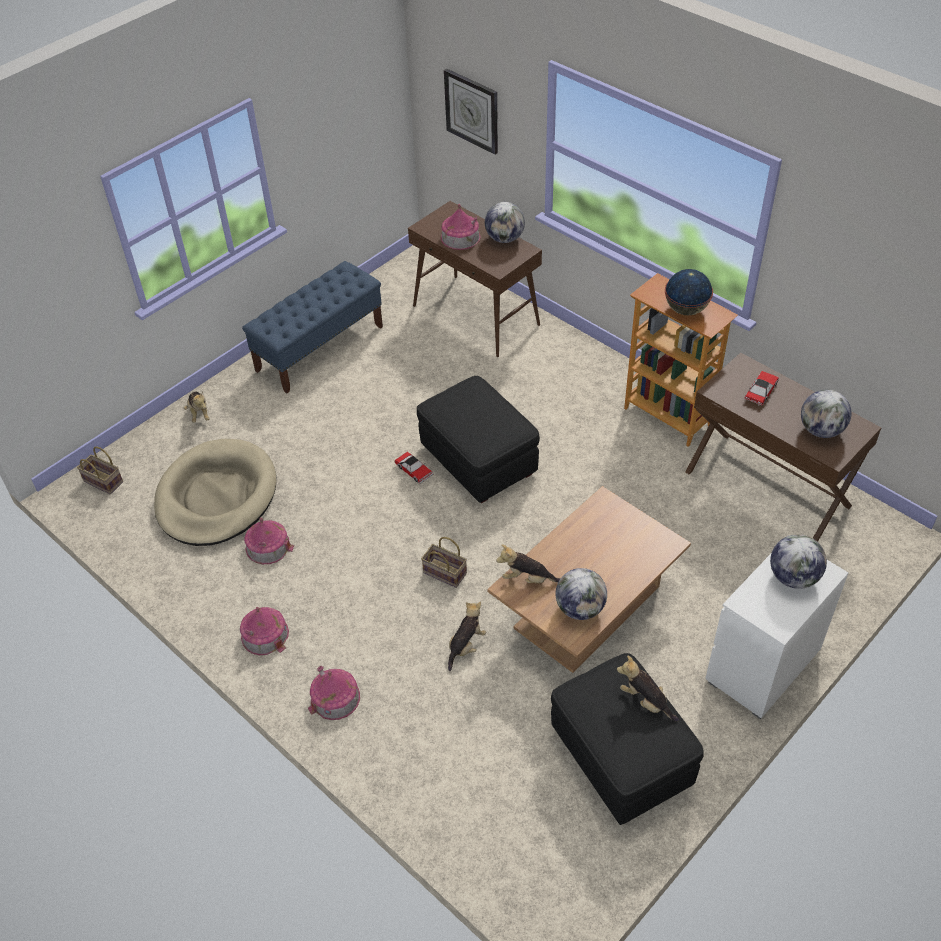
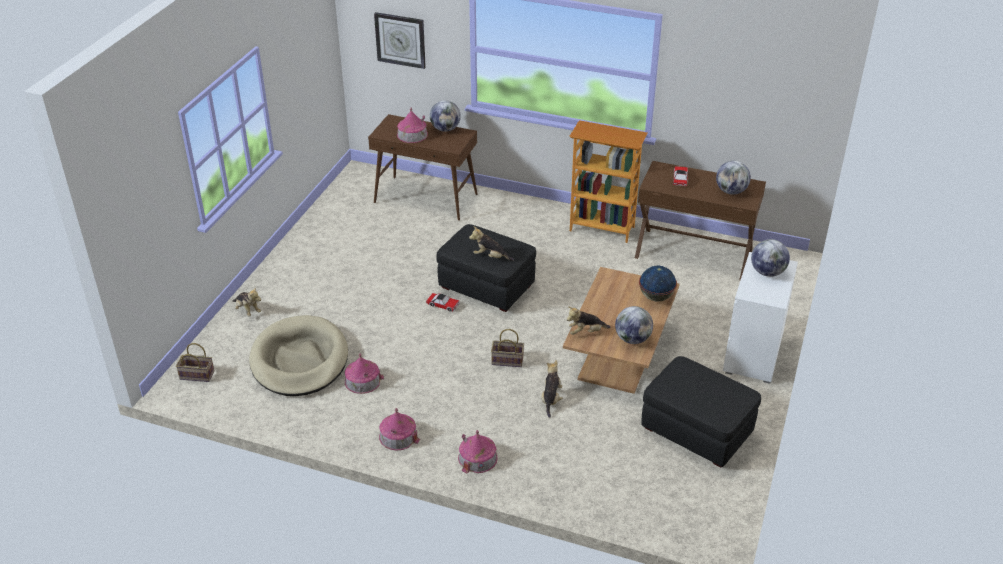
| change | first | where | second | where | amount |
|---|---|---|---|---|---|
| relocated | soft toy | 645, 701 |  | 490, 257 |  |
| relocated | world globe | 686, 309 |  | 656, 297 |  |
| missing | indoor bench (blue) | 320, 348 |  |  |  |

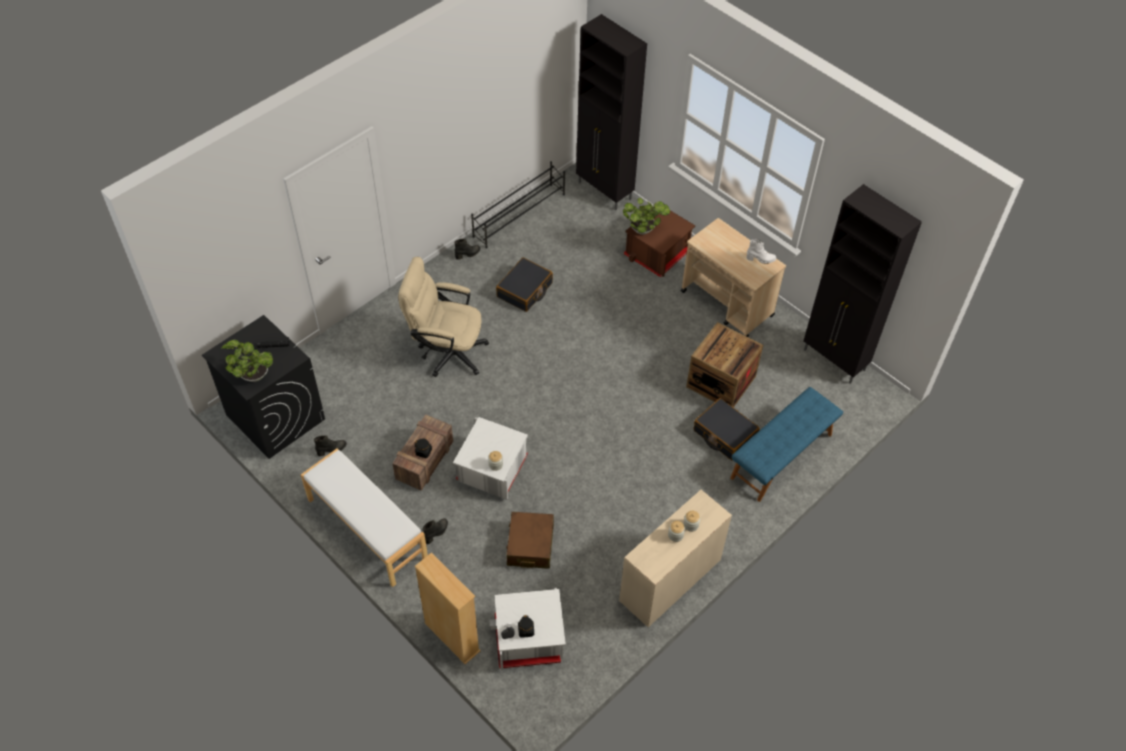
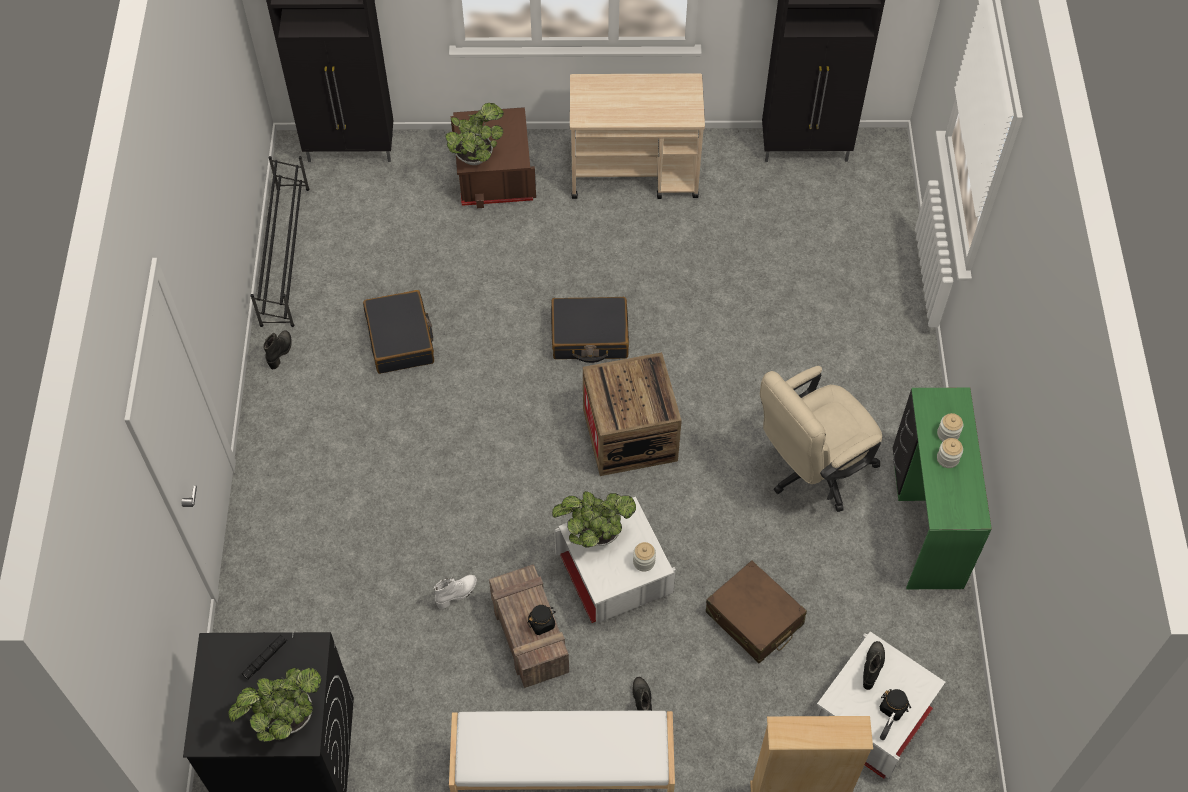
| change | first | where | second | where | amount |
|---|---|---|---|---|---|
| relocated | boot (whitish) | 760, 259 |  | 457, 594 |  |
| relocated | suitcase (black-coloured) | 724, 434 |  | 589, 336 |  |
| appeared |  |  | potted plant | 594, 534 |  |
| relocated | packing crate | 721, 381 |  | 630, 435 |  |
| relocated | desk chair (sand-coloured) | 446, 351 |  | 811, 470 |  |
| relocated | boot (black-coloured) | 332, 450 |  | 872, 667 |  |
| colour | desk (sand-coloured) | 669, 579 | desk (green-coloured) | 924, 520 |  |
| missing | indoor bench (blue) | 782, 456 |  |  |  |

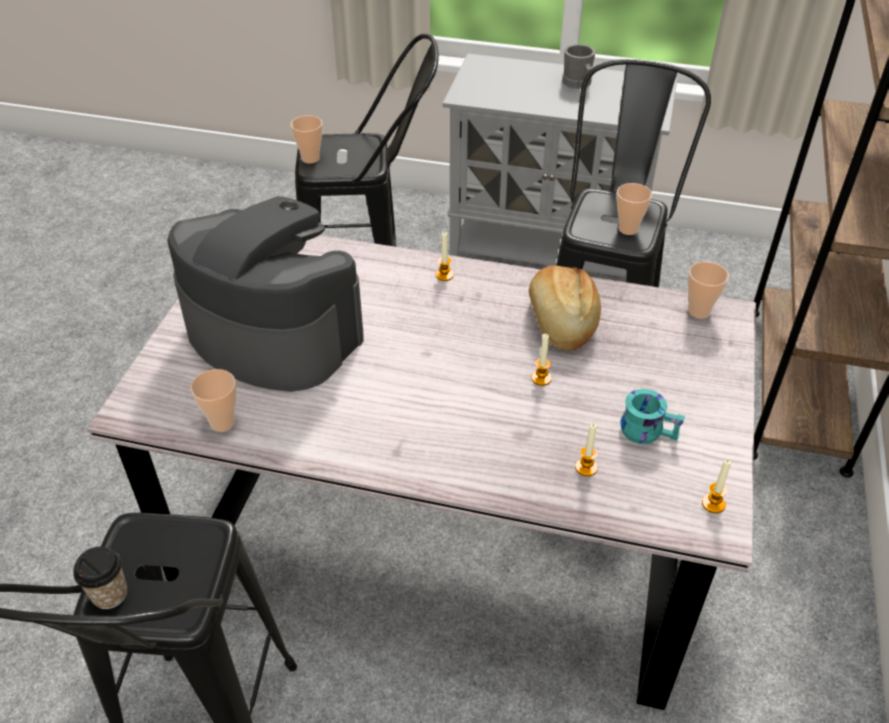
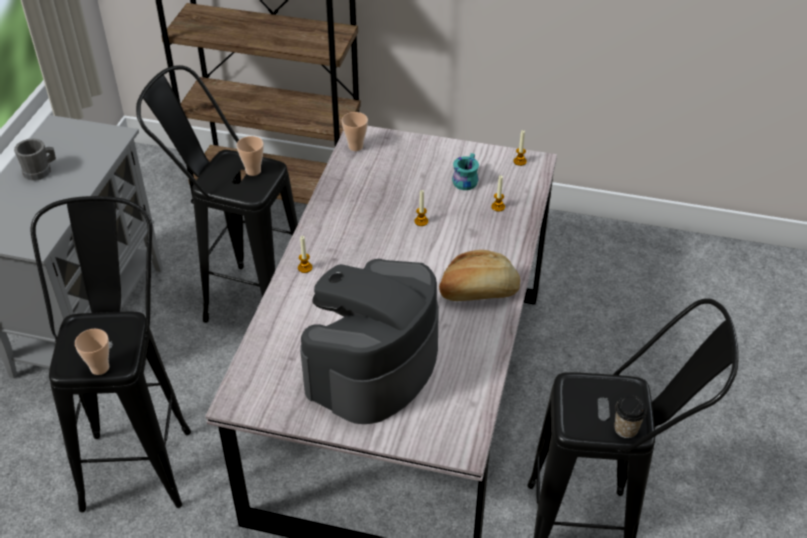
| change | first | where | second | where | amount |
|---|---|---|---|---|---|
| relocated | bakery bread | 560, 321 |  | 478, 291 |  |
| missing | drinking cup | 222, 423 |  |  |  |

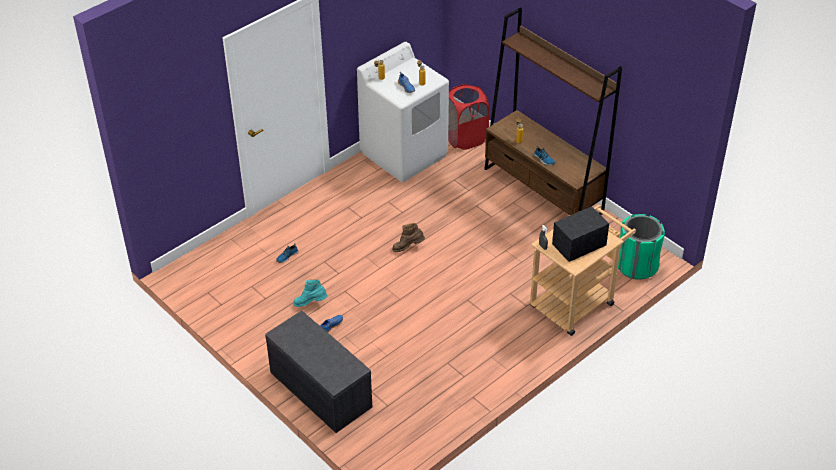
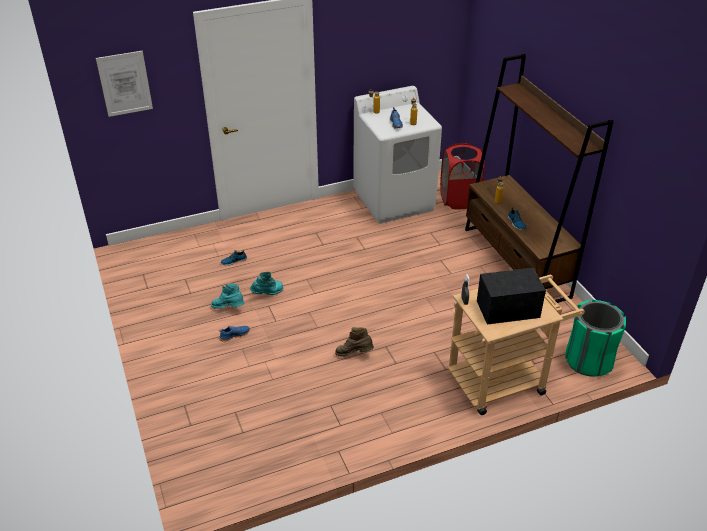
| change | first | where | second | where | amount |
|---|---|---|---|---|---|
| appeared |  |  | wall picture | 125, 83 |  |
| appeared |  |  | boot (blue-green) | 268, 294 |  |
| relocated | boot (brown-coloured) | 408, 247 |  | 354, 354 |  |
| missing | indoor bench (grey) | 319, 389 |  |  |  |

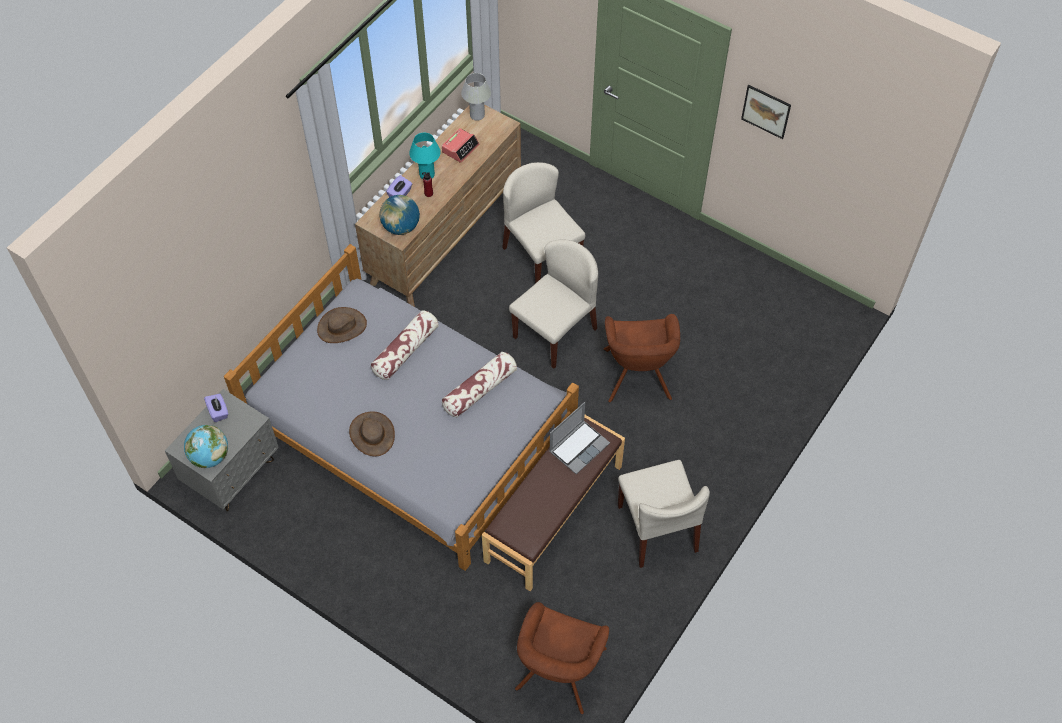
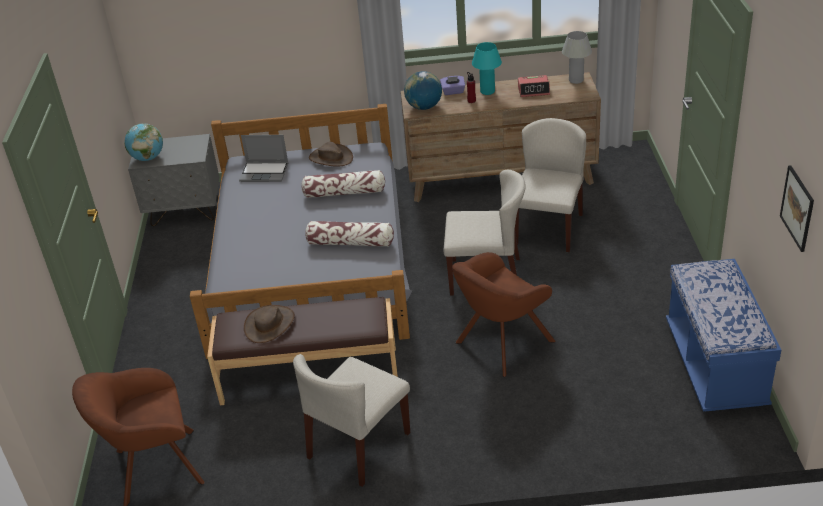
| change | first | where | second | where | amount |
|---|---|---|---|---|---|
| relocated | portable computer | 579, 447 |  | 265, 172 |  |
| relocated | hat (brown-coloured) | 372, 434 |  | 270, 324 |  |
| appeared |  |  | indoor bench (blue) | 715, 366 |  |
| relocated | wall picture | 766, 111 |  | 797, 208 |  |
| missing | tissue box (purplish) | 218, 412 |  |  |  |

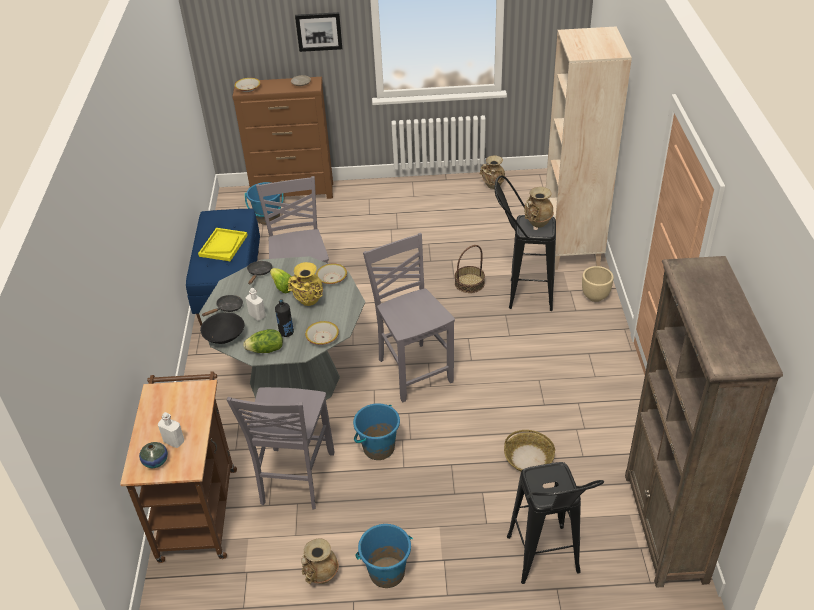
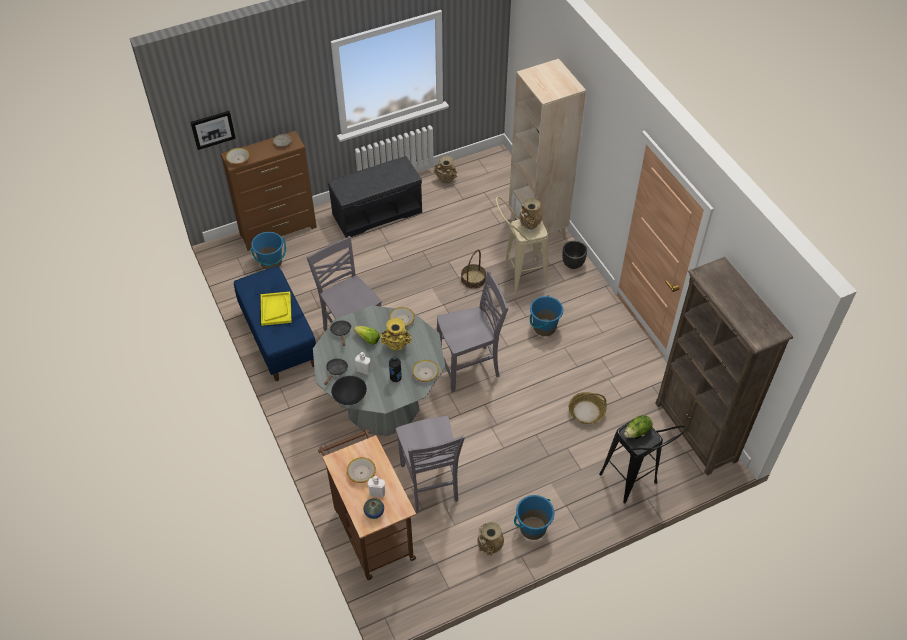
| change | first | where | second | where | amount |
|---|---|---|---|---|---|
| relocated | wall picture | 319, 31 |  | 212, 129 |  |
| appeared |  |  | indoor bench (grey) | 377, 212 |  |
| appeared |  |  | serving bowl | 361, 473 |  |
| spun | plain chair (grey) | 413, 370 |  | 469, 368 | 120 degrees clockwise |
| colour | sitting stool (black-coloured) | 521, 294 | sitting stool (sand-coloured) | 518, 278 |  |
| relocated | water bucket (blue) | 378, 448 |  | 544, 327 |  |
| colour | planter (sand-coloured) | 595, 297 | planter (black-coloured) | 573, 264 |  |
| relocated | head of lettuce | 266, 350 |  | 637, 432 |  |

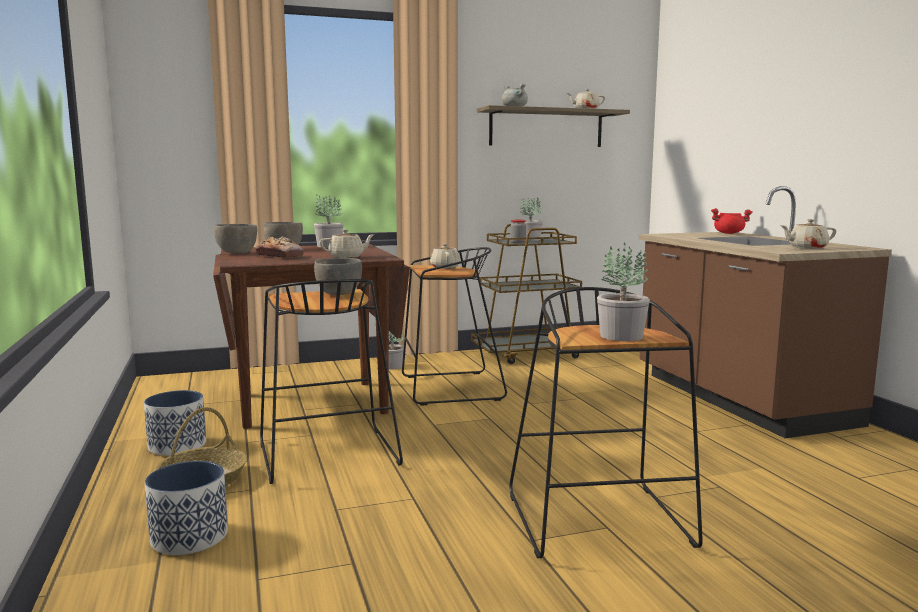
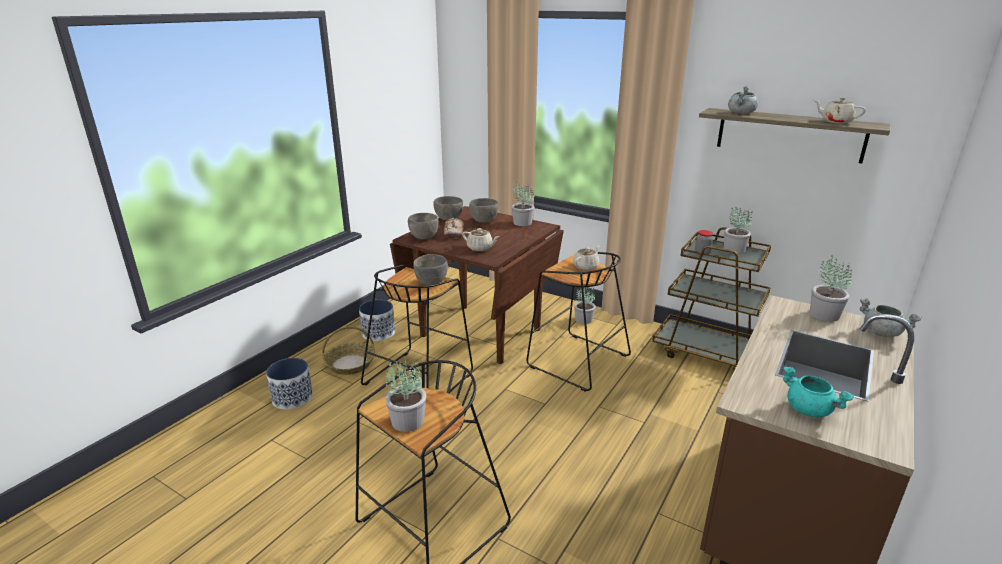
| change | first | where | second | where | amount |
|---|---|---|---|---|---|
| appeared |  |  | serving bowl (grey) | 424, 237 |  |
| exchanged | teapot (sand-coloured) | 807, 248 | saucepot (blue-green) | 809, 410 |  |
| appeared |  |  | potted plant | 823, 314 |  |
| colour | saucepot (red) | 729, 233 | saucepot (grey) | 882, 333 |  |

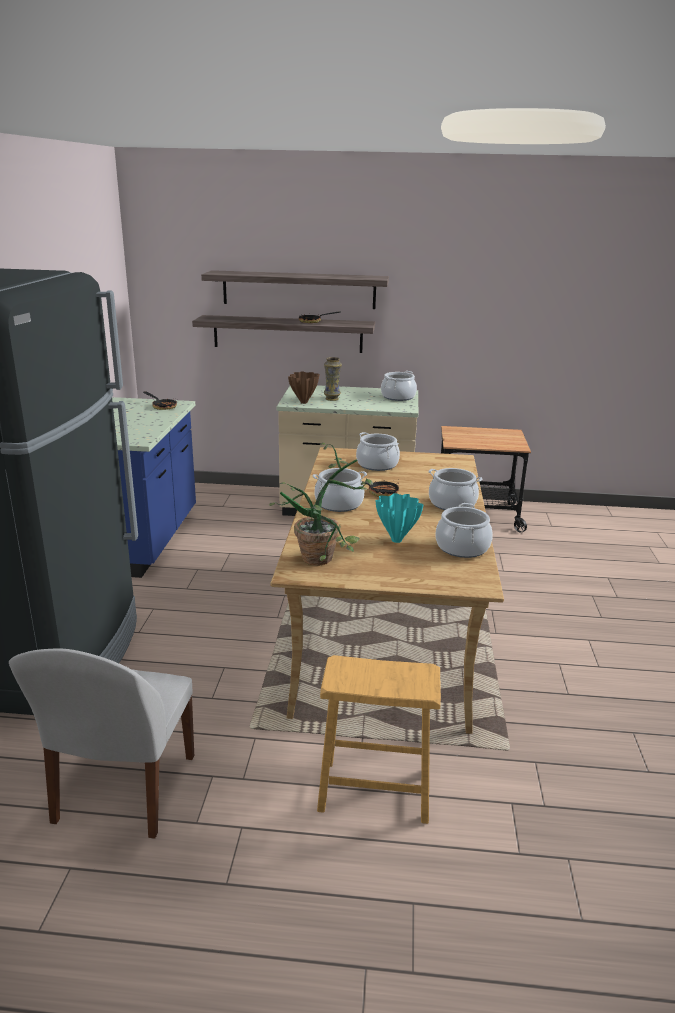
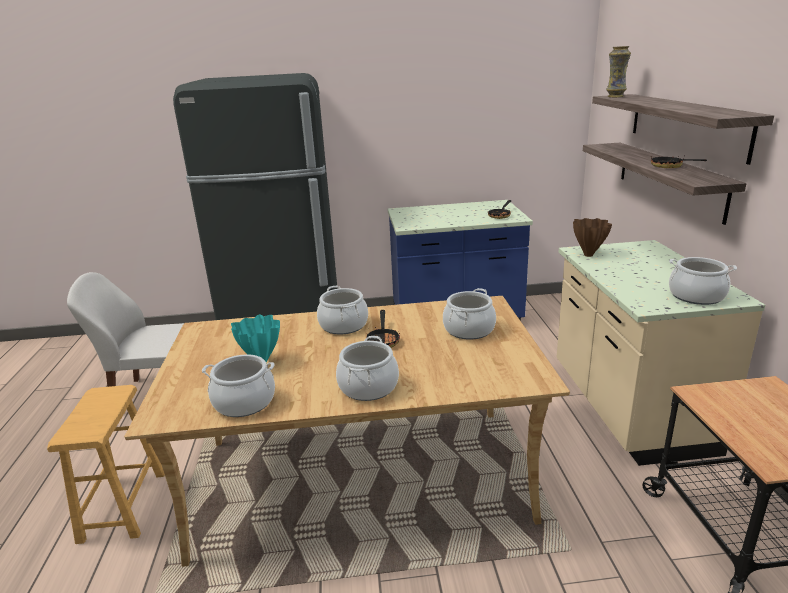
| change | first | where | second | where | amount |
|---|---|---|---|---|---|
| relocated | decorative vase | 332, 399 |  | 615, 96 |  |
| missing | potted plant | 326, 558 |  |  |  |

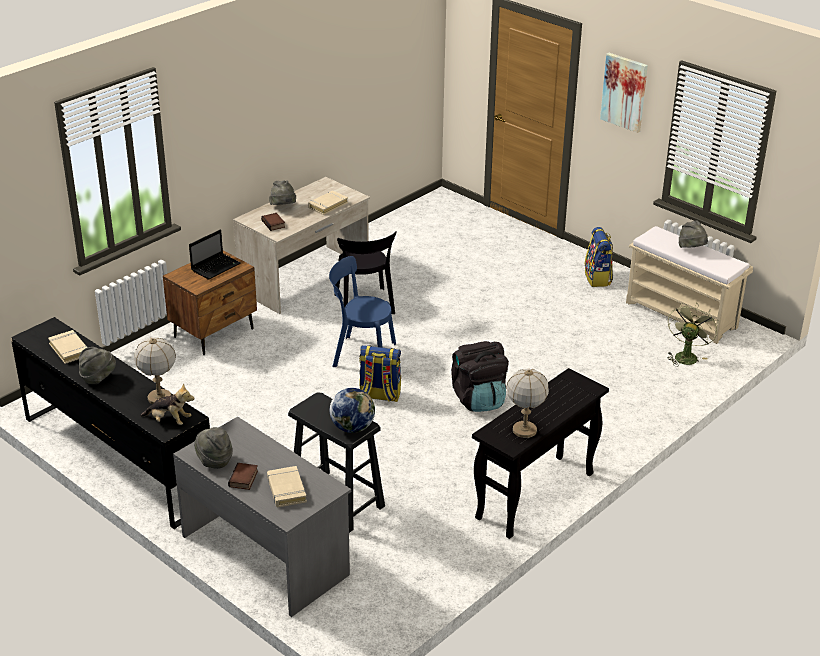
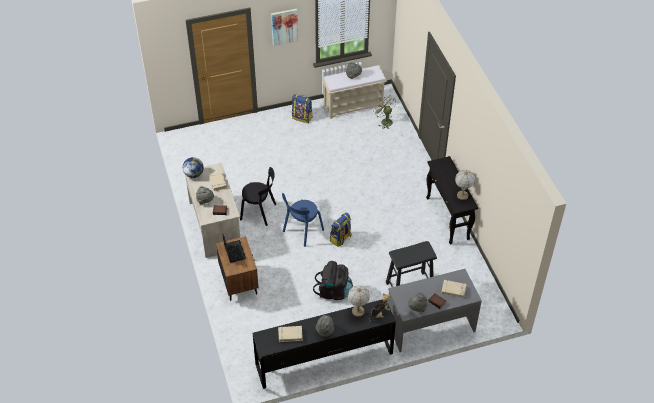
| change | first | where | second | where | amount |
|---|---|---|---|---|---|
| relocated | world globe | 352, 427 |  | 194, 174 |  |
| relocated | knapsack (black-coloured) | 478, 399 |  | 334, 291 |  |

